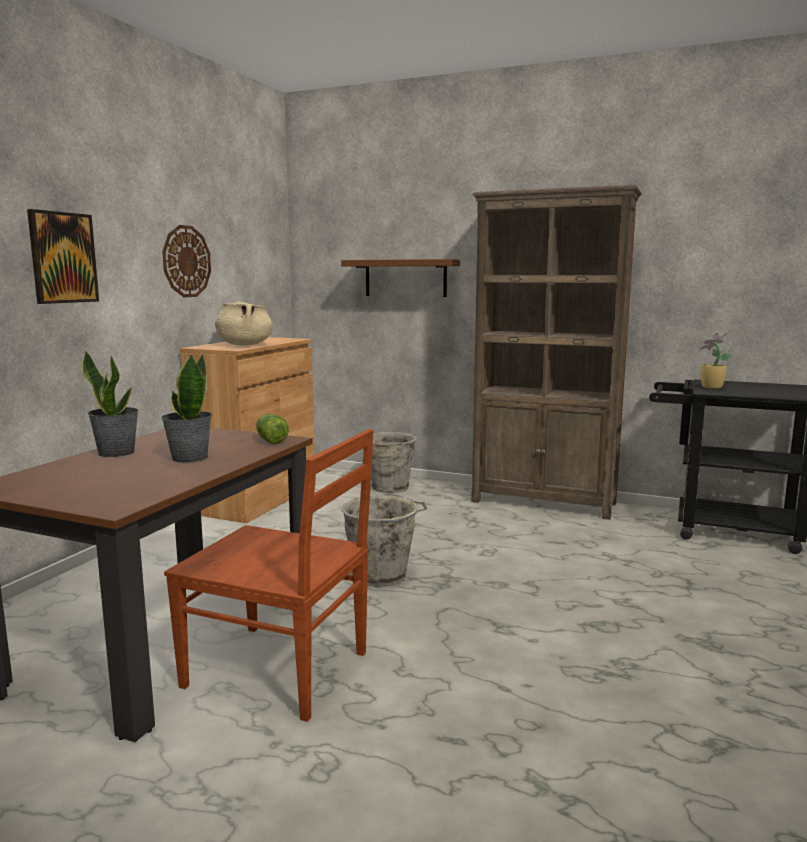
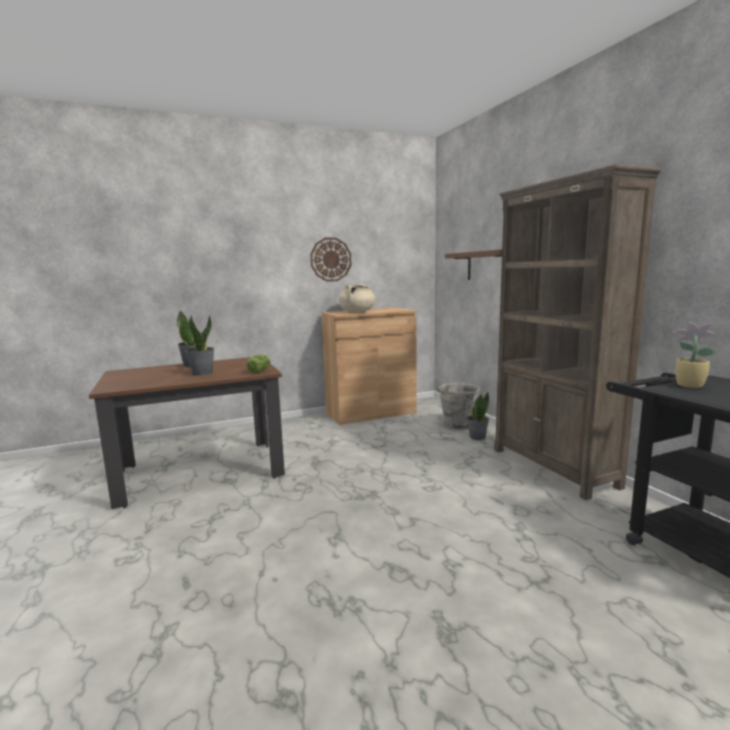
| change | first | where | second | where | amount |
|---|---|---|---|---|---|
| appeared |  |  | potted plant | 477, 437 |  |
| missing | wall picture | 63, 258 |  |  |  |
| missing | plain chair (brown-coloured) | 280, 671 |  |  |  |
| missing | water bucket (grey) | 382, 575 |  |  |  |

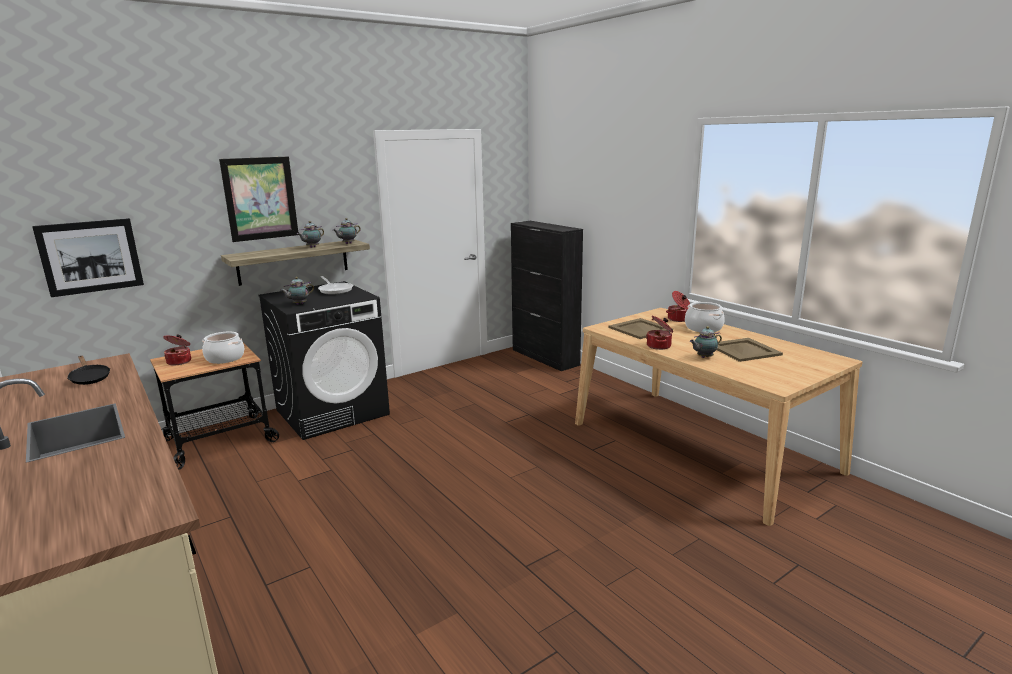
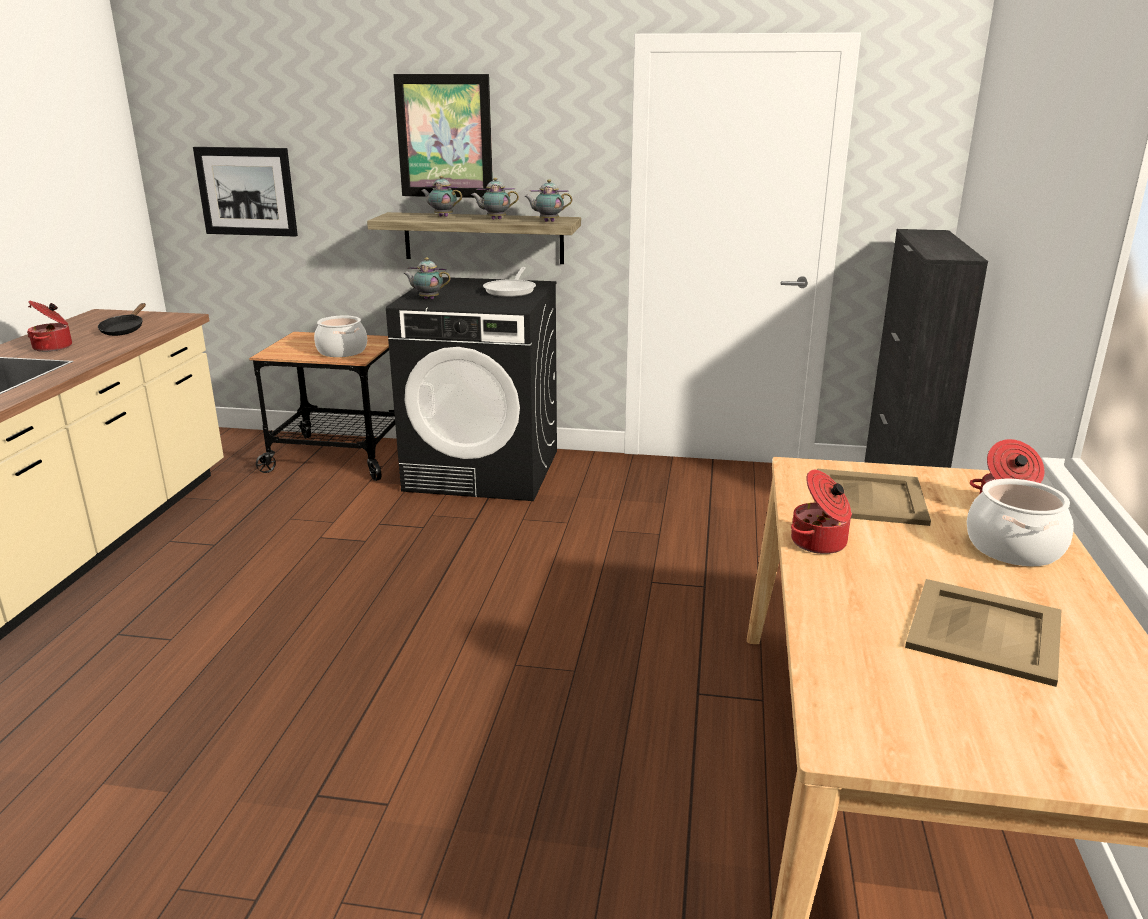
| change | first | where | second | where | amount |
|---|---|---|---|---|---|
| relocated | saucepot | 180, 361 |  | 54, 347 |  |
| relocated | teapot | 703, 357 |  | 442, 216 |  |

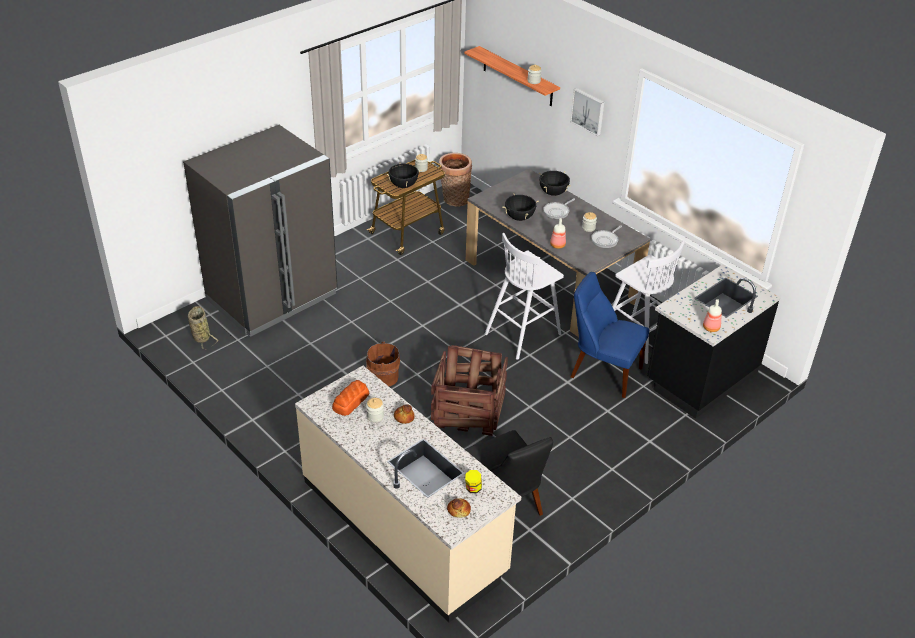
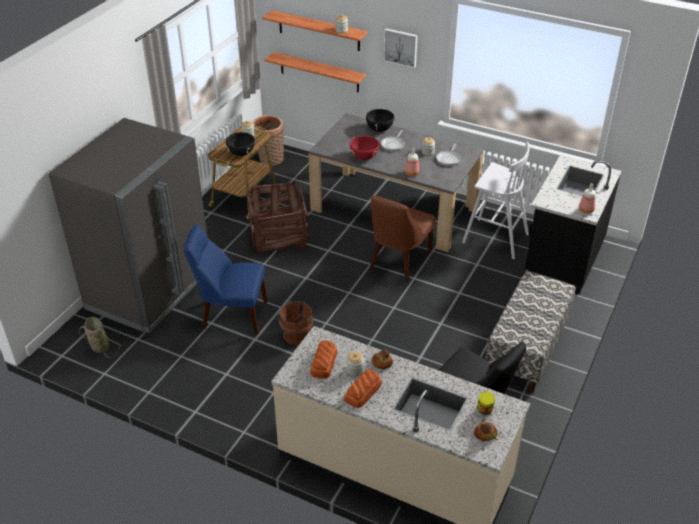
| change | first | where | second | where | amount |
|---|---|---|---|---|---|
| relocated | plain chair (blue) | 602, 371 |  | 231, 315 |  |
| relocated | packing crate | 469, 410 |  | 279, 235 |  |
| appeared |  |  | bracket shelf | 319, 72 |  |
| appeared |  |  | bakery bread | 363, 392 |  |
| colour | saucepot (black-coloured) | 519, 217 | saucepot (red) | 364, 157 |  |
| exchanged | sitting stool (whitish) | 524, 333 | plain chair (brown-coloured) | 398, 261 |  |
| appeared |  |  | indoor bench | 527, 349 |  |

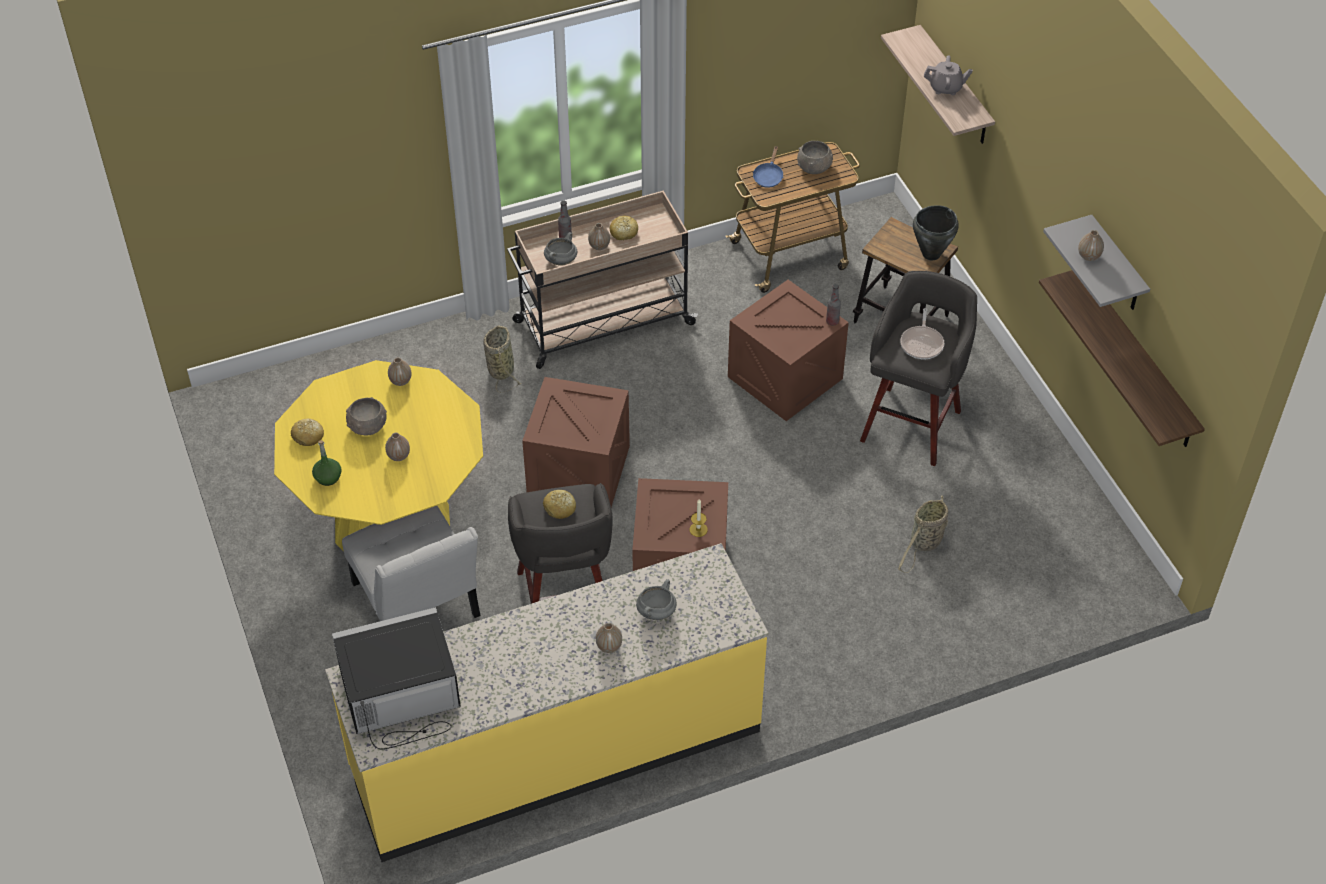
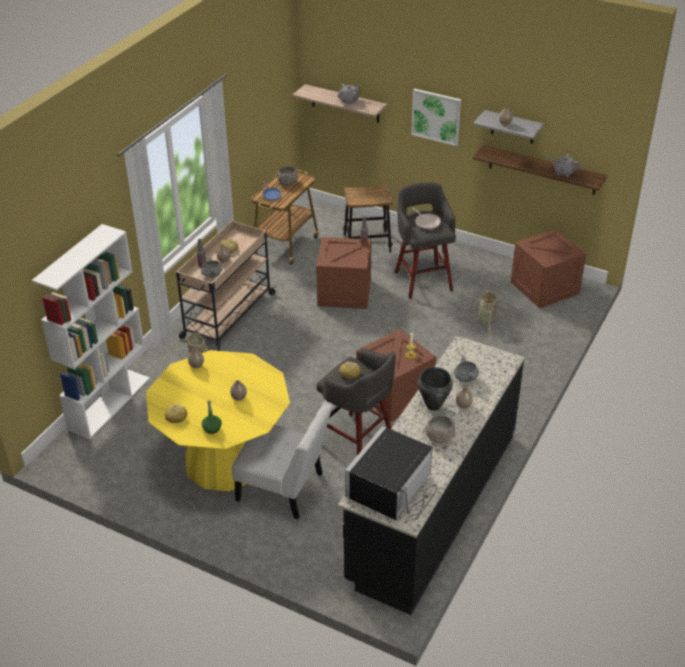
| change | first | where | second | where | amount |
|---|---|---|---|---|---|
| appeared |  |  | shelving unit (whitish) | 109, 403 |  |
| colour | kitchen counter (yellowish) | 556, 750 | kitchen counter (black-coloured) | 432, 506 |  |
| appeared |  |  | wall picture | 436, 116 |  |
| relocated | saucepot (black-coloured) | 930, 254 |  | 433, 406 |  |
| relocated | serving bowl (grey) | 367, 426 |  | 439, 437 |  |
| relocated | packing crate | 578, 471 |  | 544, 288 |  |
| appeared |  |  | teapot (grey) | 563, 172 |  |

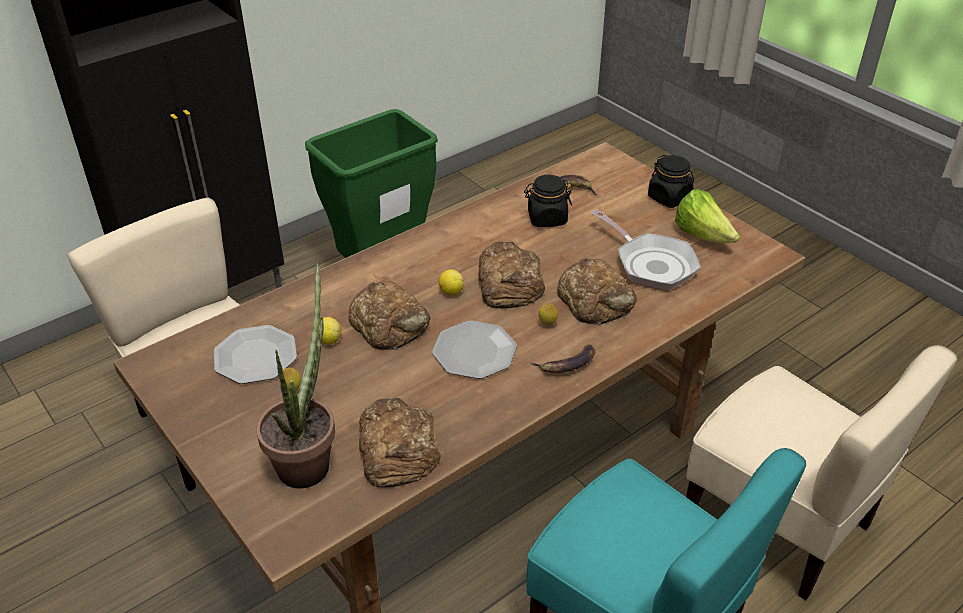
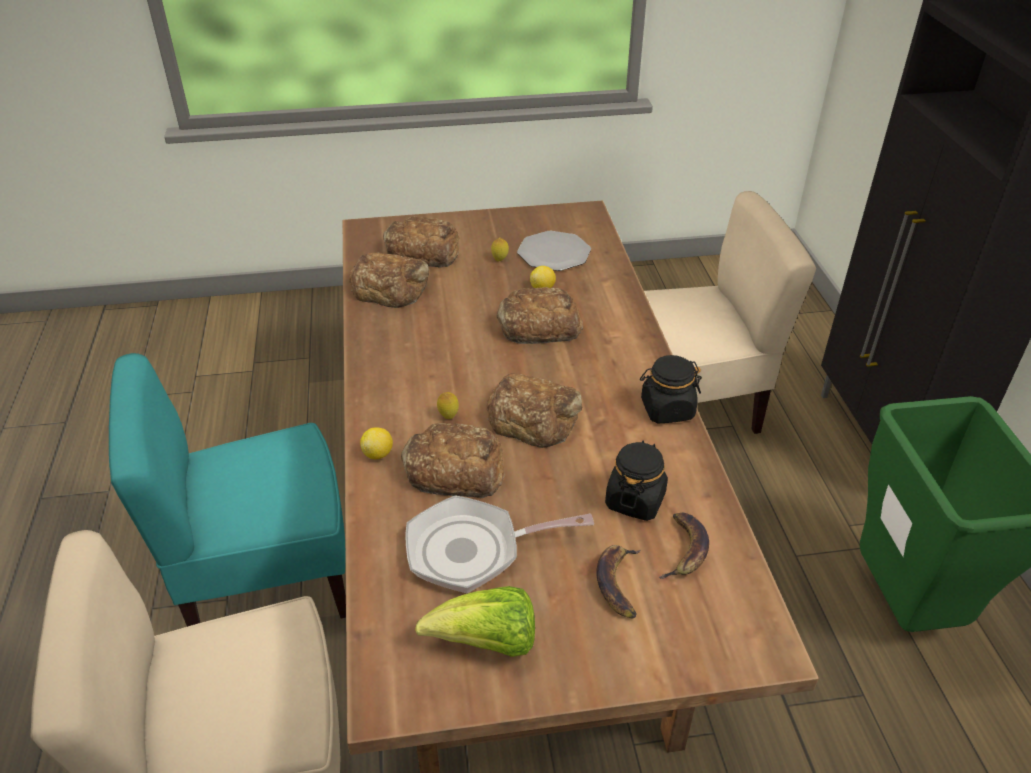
| change | first | where | second | where | amount |
|---|---|---|---|---|---|
| relocated | citrus fruit | 451, 292 |  | 378, 454 |  |
| exchanged | potted plant | 308, 459 | bakery bread | 422, 250 |  |
| relocated | banana fruit | 567, 364 |  | 618, 583 |  |
| relocated | preserve jar (black-coloured) | 669, 198 |  | 667, 409 |  |
| missing | dinner plate | 474, 351 |  |  |  |

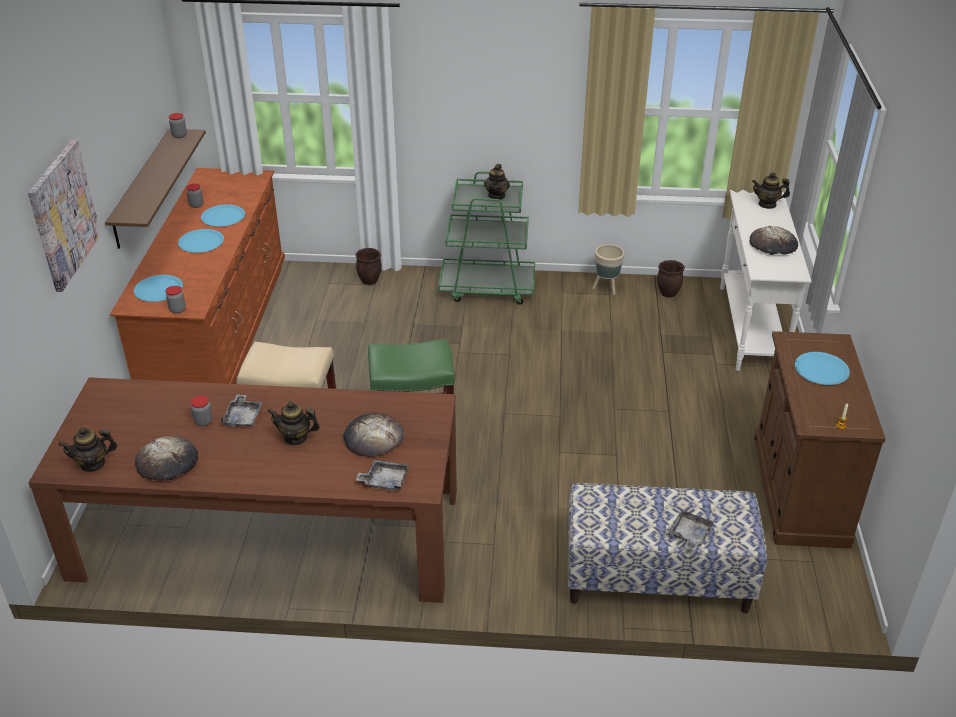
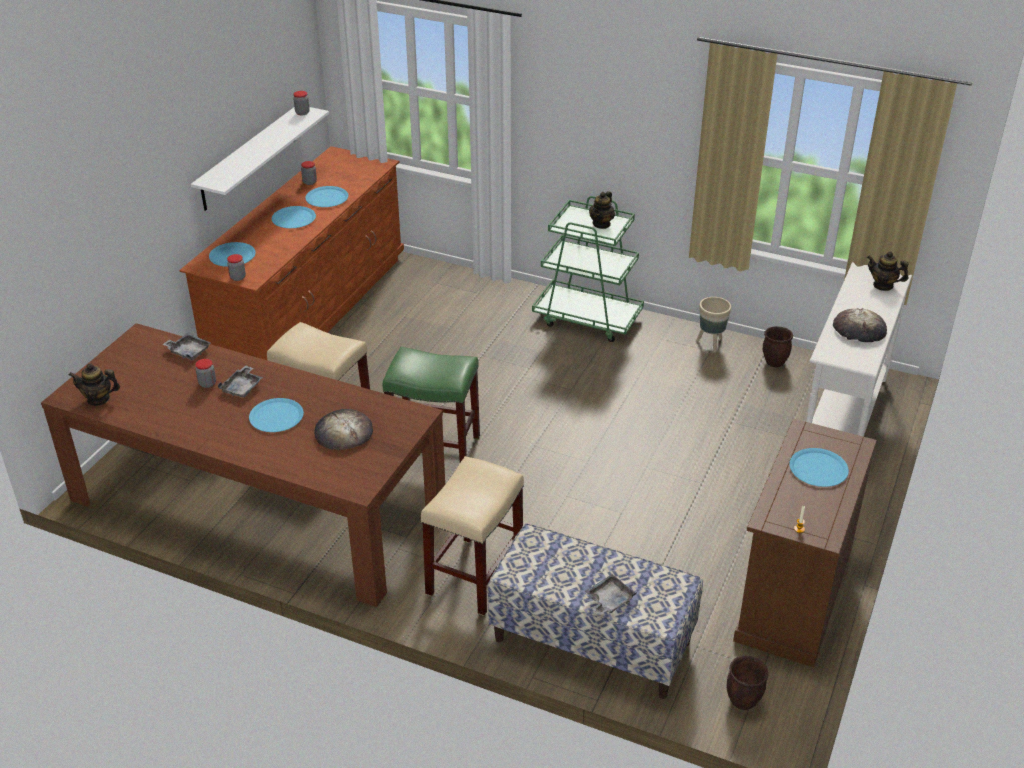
| change | first | where | second | where | amount |
|---|---|---|---|---|---|
| relocated | serving tray (grey) | 385, 481 |  | 188, 351 |  |
| colour | bracket shelf (brown-coloured) | 142, 188 | bracket shelf (whitish) | 249, 158 |  |
| exchanged | teapot | 295, 438 | dinner plate (blue) | 276, 416 |  |
| appeared |  |  | sitting stool (sand-coloured) | 475, 576 |  |
| relocated | planter (brown-coloured) | 369, 281 |  | 742, 702 |  |
| missing | wall picture | 63, 214 |  |  |  |
| missing | bakery bread | 167, 462 |  |  |  |

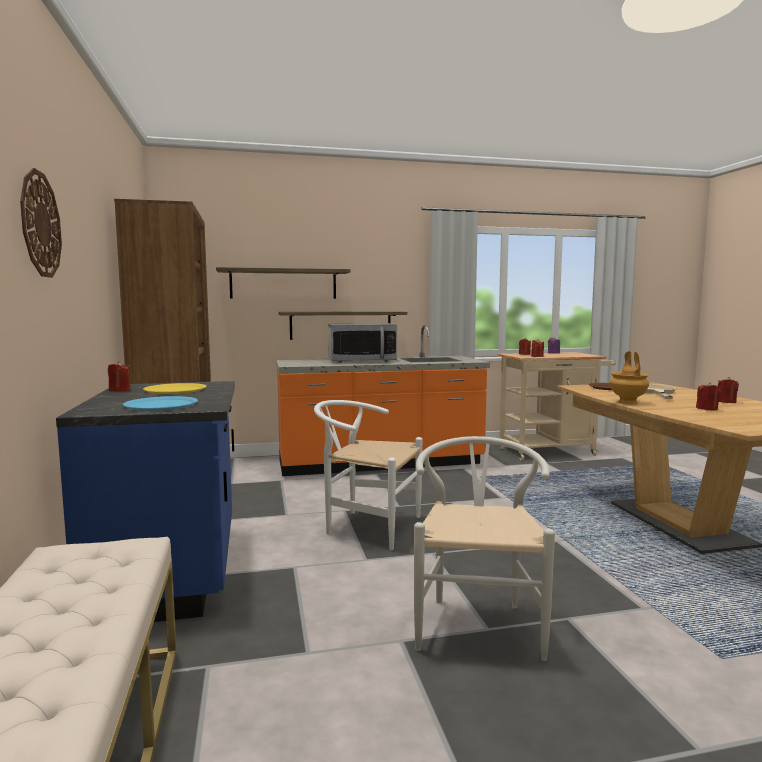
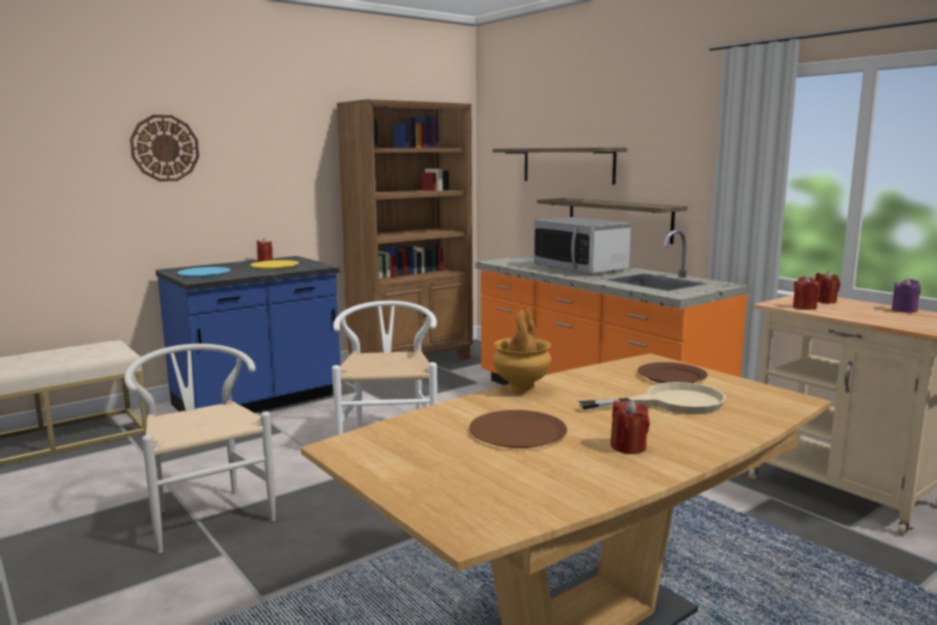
| change | first | where | second | where | amount |
|---|---|---|---|---|---|
| spun | plain chair (whitish) | 478, 622 |  | 206, 514 | 105 degrees counterclockwise |
| exchanged | candle (red) | 707, 409 | dinner plate (brown-coloured) | 517, 431 |  |

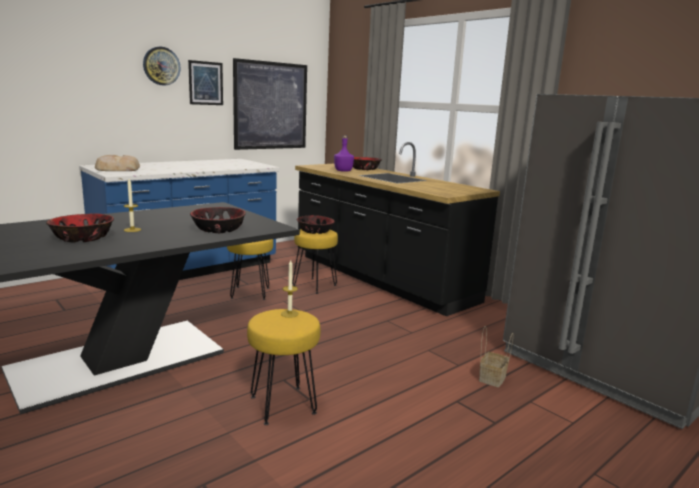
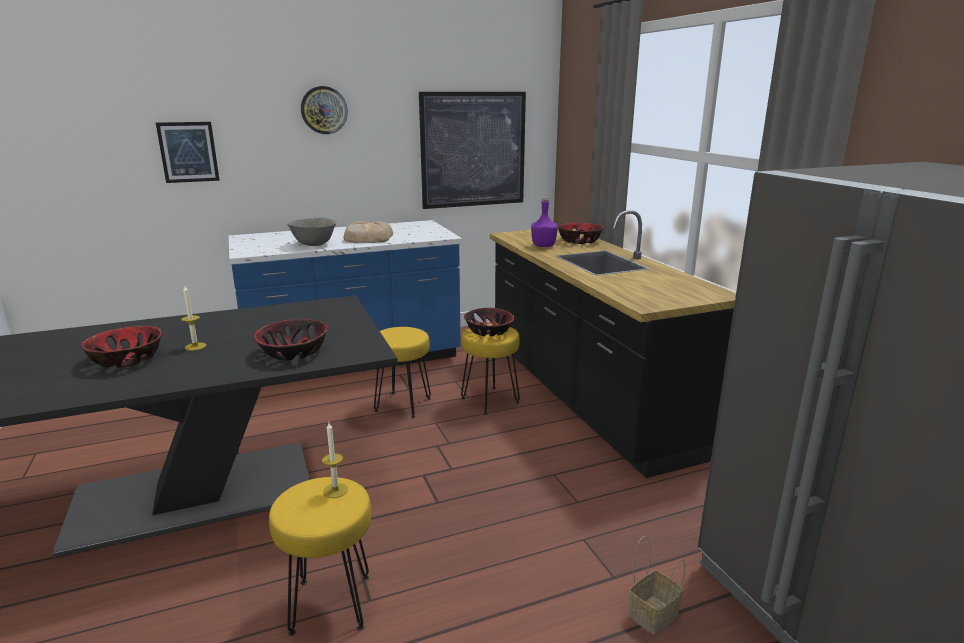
| change | first | where | second | where | amount |
|---|---|---|---|---|---|
| relocated | wall picture | 206, 83 |  | 188, 152 |  |
| appeared |  |  | serving bowl (grey) | 313, 244 |  |
| relocated | bakery bread | 117, 169 |  | 368, 238 |  |

